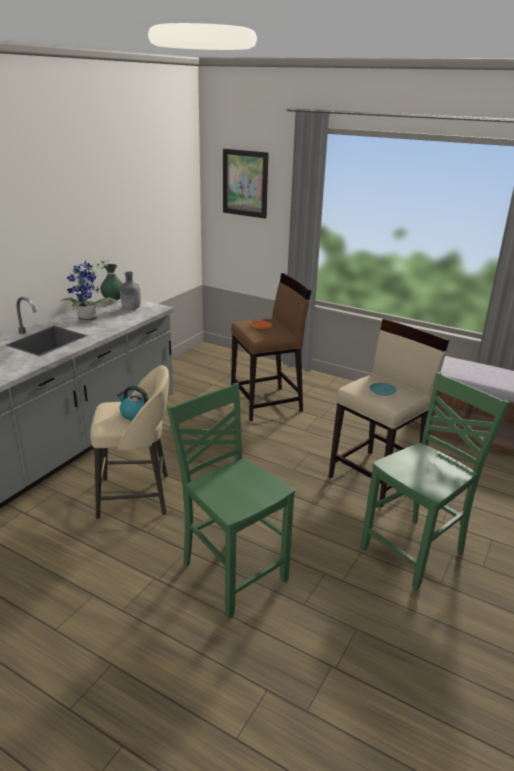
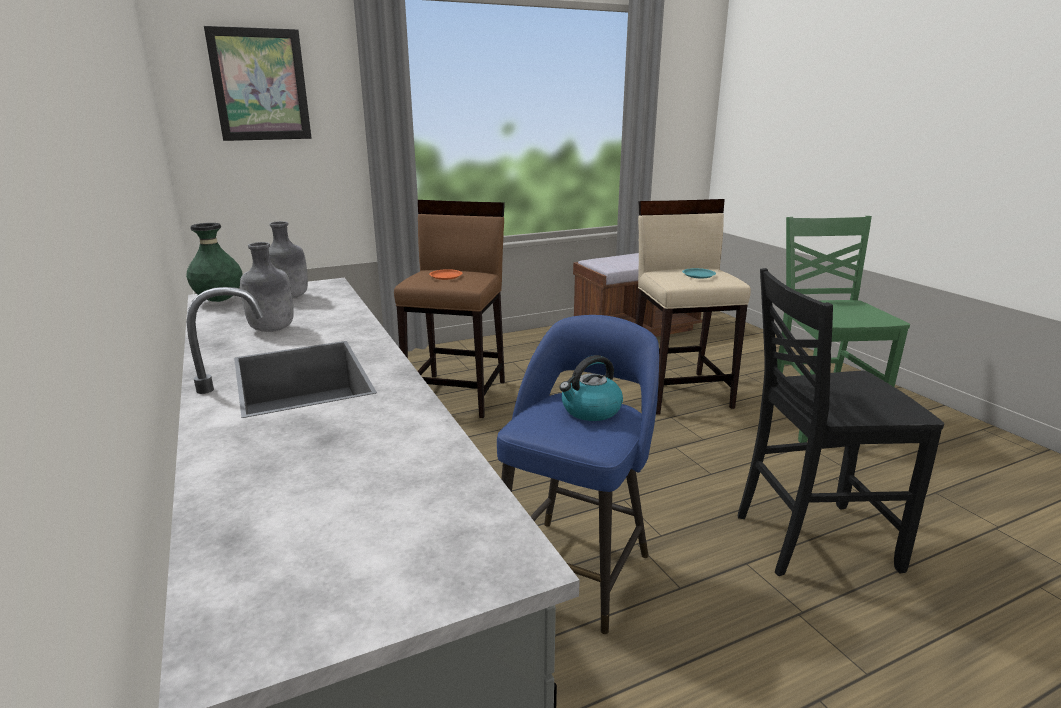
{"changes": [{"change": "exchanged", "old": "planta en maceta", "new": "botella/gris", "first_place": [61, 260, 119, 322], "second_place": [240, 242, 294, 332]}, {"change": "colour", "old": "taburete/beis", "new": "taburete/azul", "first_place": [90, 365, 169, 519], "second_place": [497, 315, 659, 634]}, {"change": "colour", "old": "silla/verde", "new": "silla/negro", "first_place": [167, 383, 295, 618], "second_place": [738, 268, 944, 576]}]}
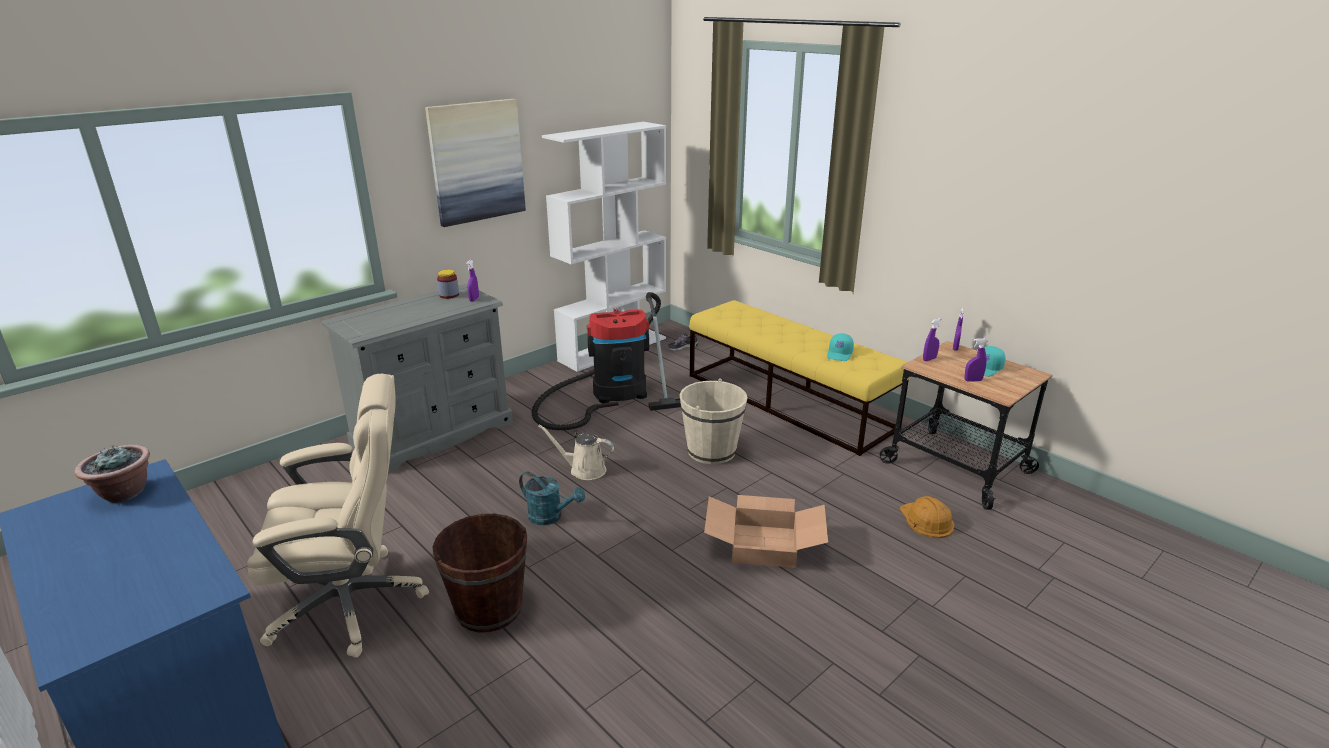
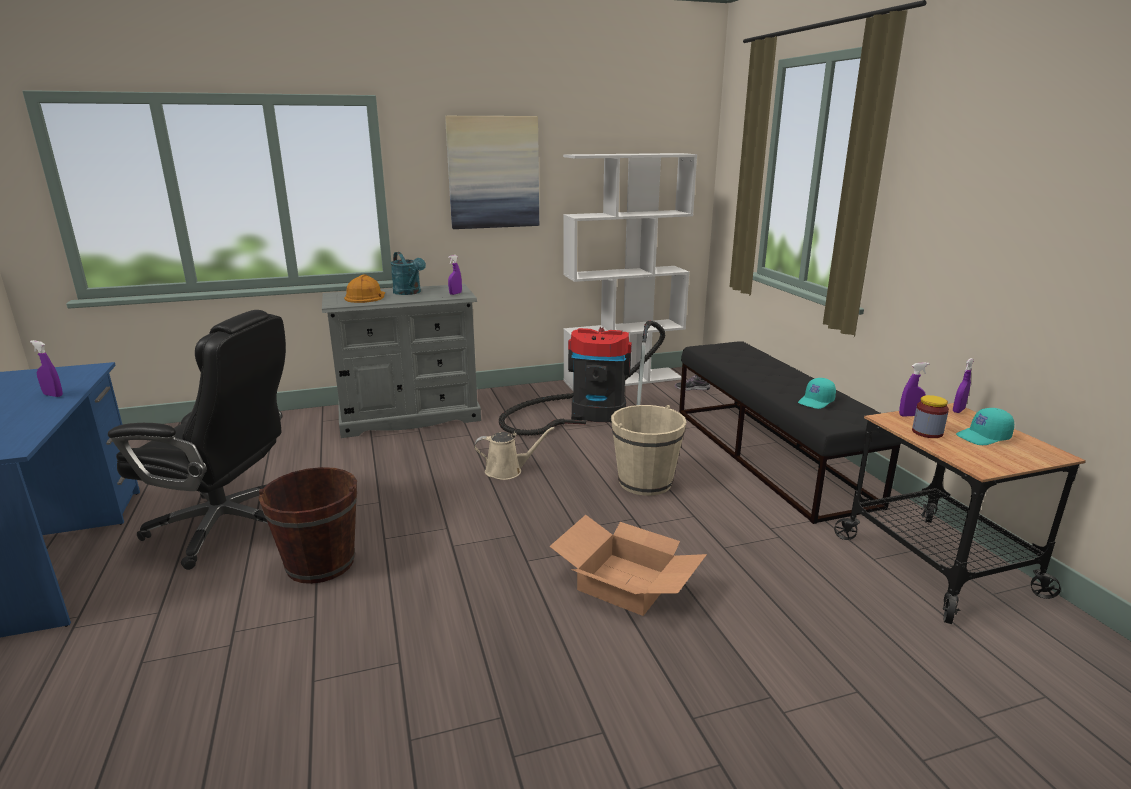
{"changes": [{"change": "missing", "old": "planta en maceta", "first_place": [74, 445, 150, 503]}, {"change": "colour", "old": "silla de oficina/beis", "new": "silla de oficina/negro", "first_place": [247, 374, 429, 658], "second_place": [108, 310, 286, 570]}, {"change": "relocated", "old": "tarro", "first_place": [437, 270, 459, 299], "second_place": [912, 395, 949, 438]}, {"change": "relocated", "old": "regadera/turquesa", "first_place": [519, 472, 585, 525], "second_place": [390, 252, 426, 295]}, {"change": "spun", "old": "regadera/beis", "first_place": [538, 425, 614, 480], "second_place": [474, 427, 555, 480], "degrees": 135}, {"change": "colour", "old": "banco/amarillo", "new": "banco/negro", "first_place": [689, 300, 910, 456], "second_place": [679, 341, 901, 524]}, {"change": "relocated", "old": "casco/naranja", "first_place": [900, 496, 954, 538], "second_place": [344, 274, 385, 303]}, {"change": "relocated", "old": "pulverizador/morado", "first_place": [964, 338, 987, 382], "second_place": [30, 340, 63, 397]}]}
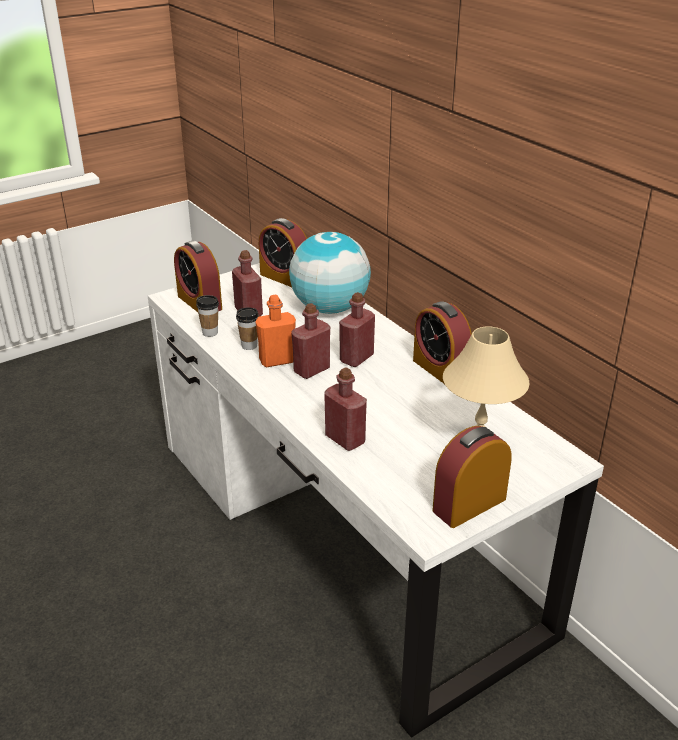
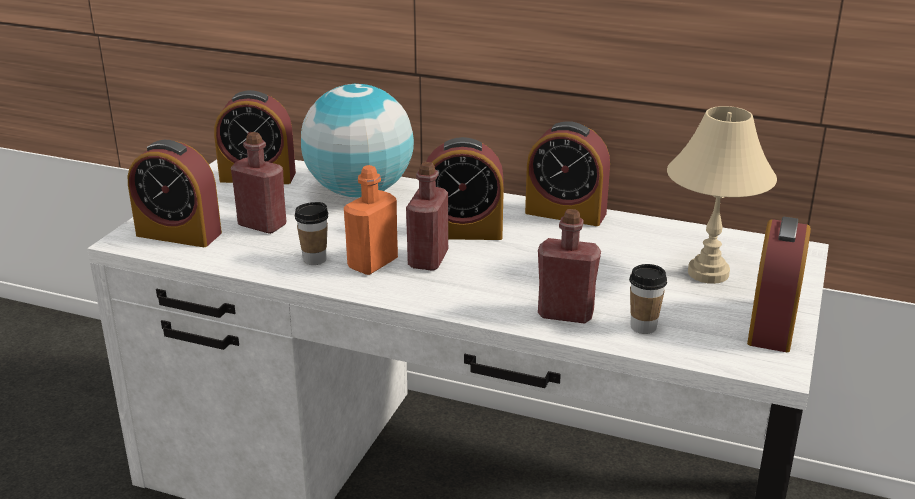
{"changes": [{"change": "relocated", "old": "taza", "first_place": [196, 295, 219, 337], "second_place": [629, 264, 667, 334]}, {"change": "exchanged", "old": "botella/rojo", "new": "despertador", "first_place": [339, 292, 375, 367], "second_place": [426, 137, 504, 240]}]}
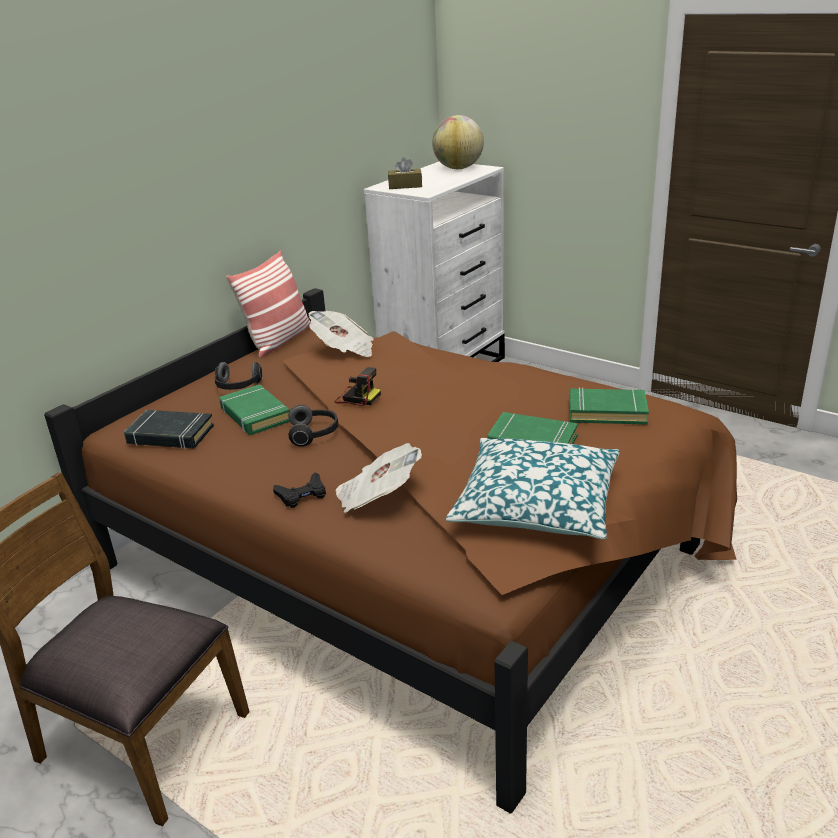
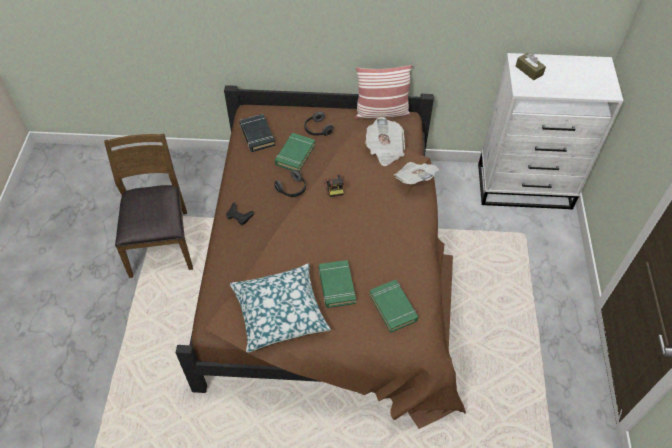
{"changes": [{"change": "relocated", "old": "periódico", "first_place": [336, 443, 422, 513], "second_place": [394, 162, 439, 184]}, {"change": "missing", "old": "globo terráqueo", "first_place": [432, 115, 484, 169]}]}
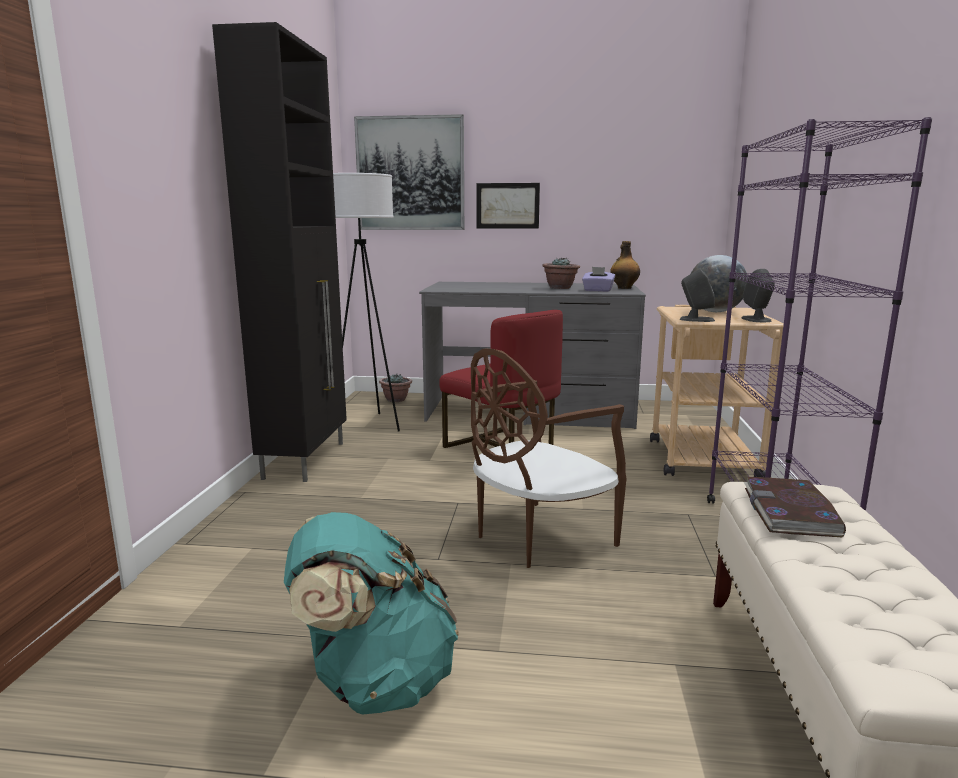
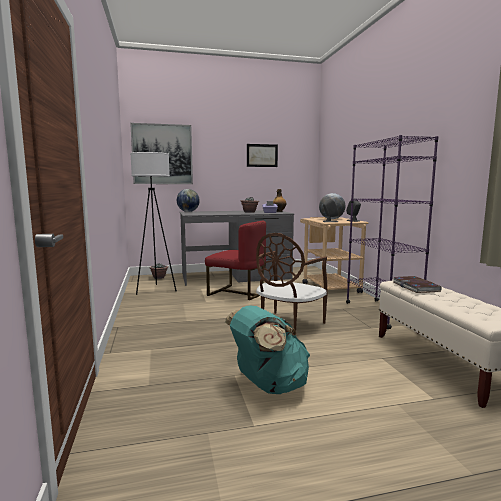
{"changes": [{"change": "missing", "old": "armario/negro", "first_place": [212, 22, 347, 482]}, {"change": "relocated", "old": "cuadro", "first_place": [477, 183, 540, 229], "second_place": [247, 144, 278, 167]}, {"change": "appeared", "new": "globo terráqueo", "second_place": [177, 189, 200, 212]}]}
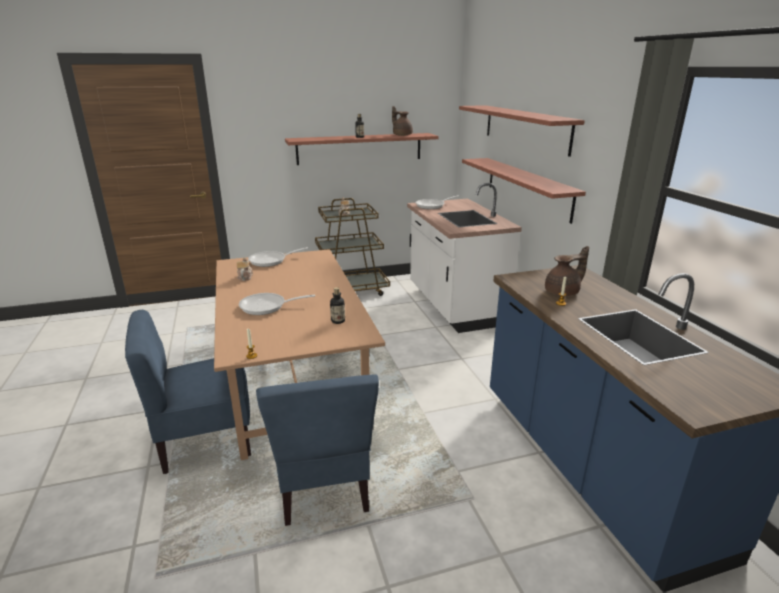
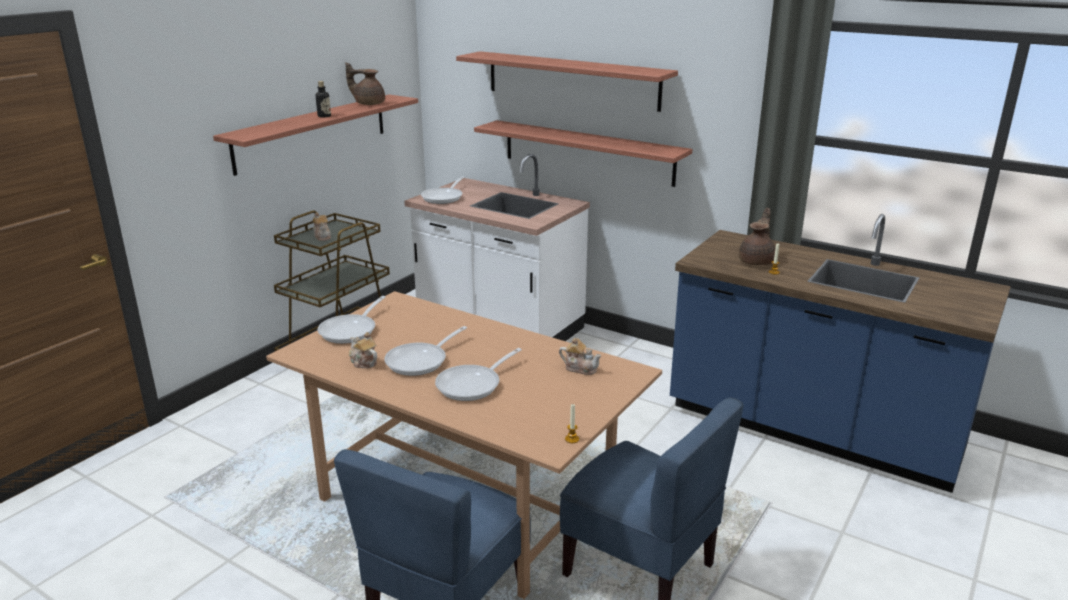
{"changes": [{"change": "exchanged", "old": "botella", "new": "tetera", "first_place": [330, 287, 345, 324], "second_place": [559, 337, 601, 375]}, {"change": "appeared", "new": "sartén", "second_place": [384, 326, 467, 376]}]}
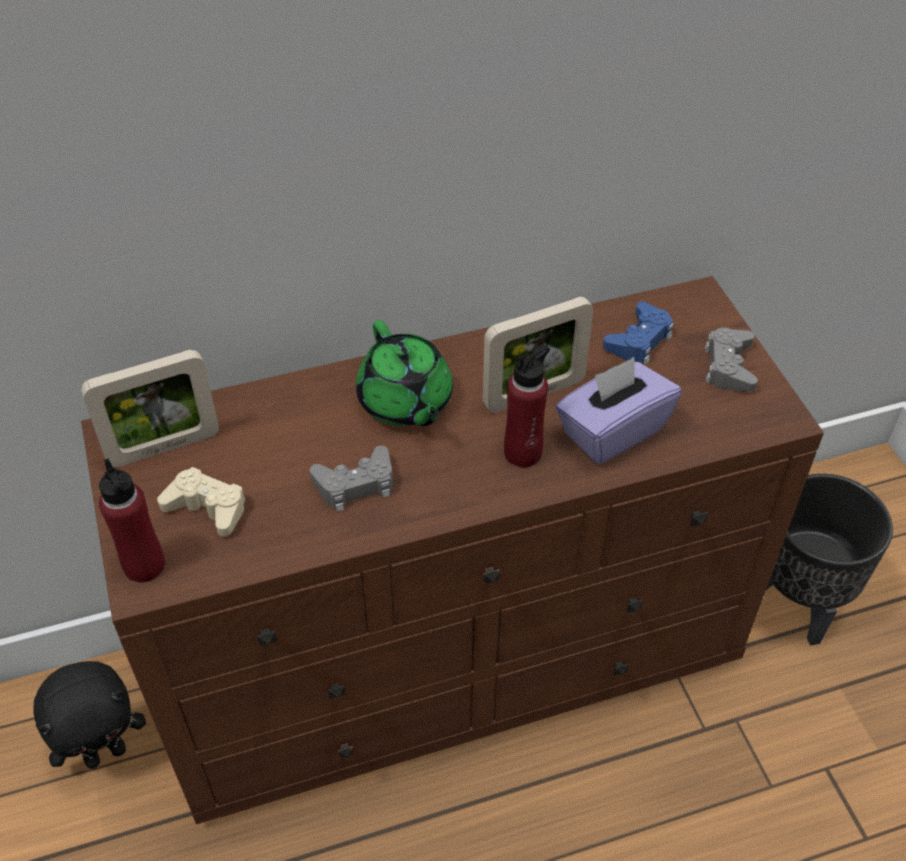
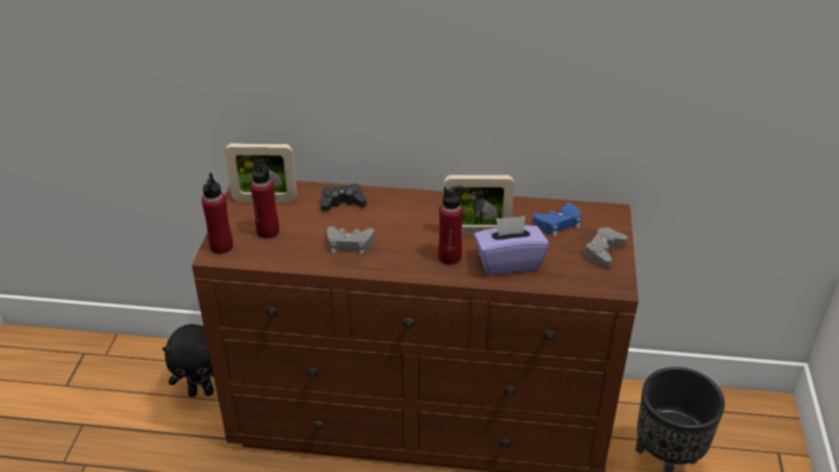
{"changes": [{"change": "exchanged", "old": "mando de consola/beis", "new": "botella/rojo", "first_place": [157, 467, 245, 537], "second_place": [250, 160, 279, 239]}, {"change": "missing", "old": "tetera/verde", "first_place": [356, 320, 453, 426]}, {"change": "appeared", "new": "mando de consola/negro", "second_place": [321, 183, 367, 212]}]}
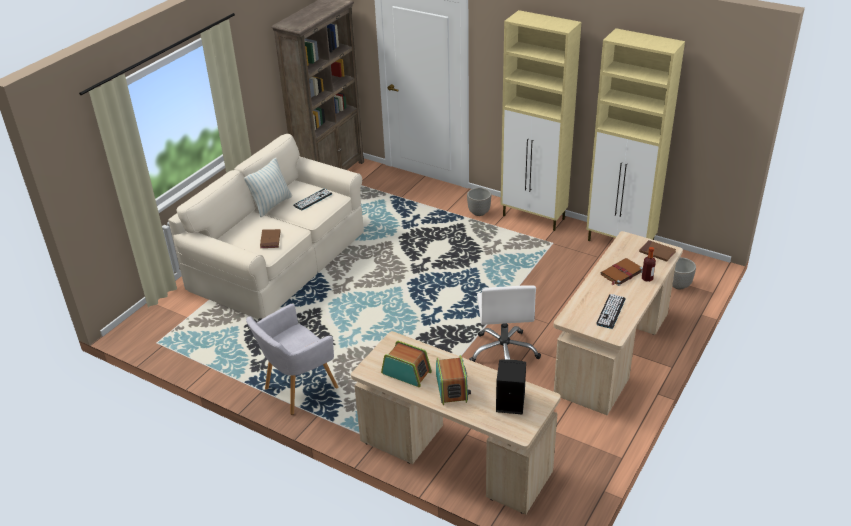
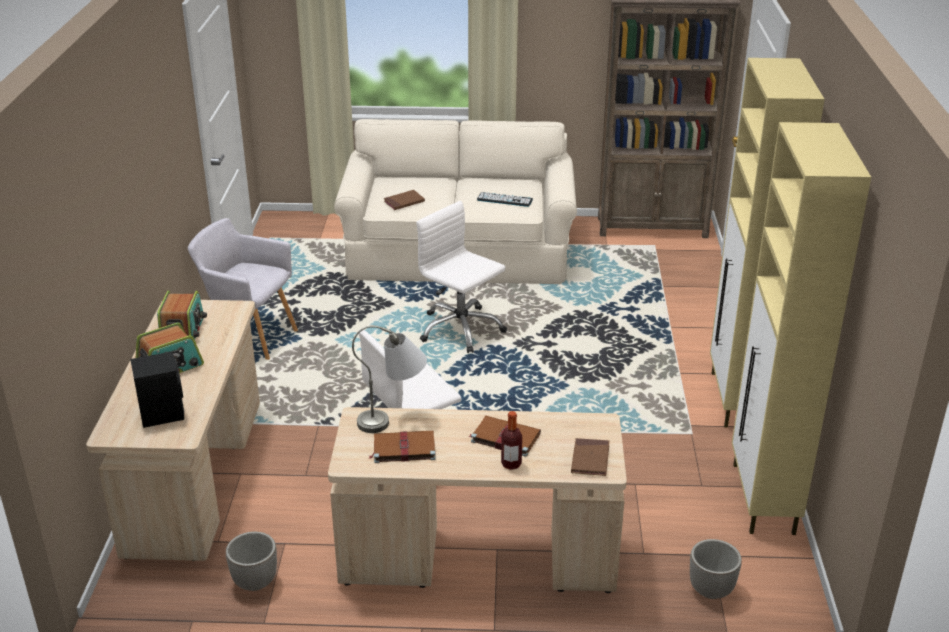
{"changes": [{"change": "missing", "old": "cojín", "first_place": [244, 158, 292, 217]}, {"change": "relocated", "old": "maceta", "first_place": [467, 188, 491, 216], "second_place": [226, 532, 277, 591]}, {"change": "exchanged", "old": "teclado", "new": "libro/marrón", "first_place": [596, 294, 626, 329], "second_place": [368, 431, 436, 463]}, {"change": "appeared", "new": "lámpara de mesa/gris", "second_place": [352, 326, 427, 433]}, {"change": "appeared", "new": "silla de oficina/blanco", "second_place": [416, 201, 507, 353]}]}
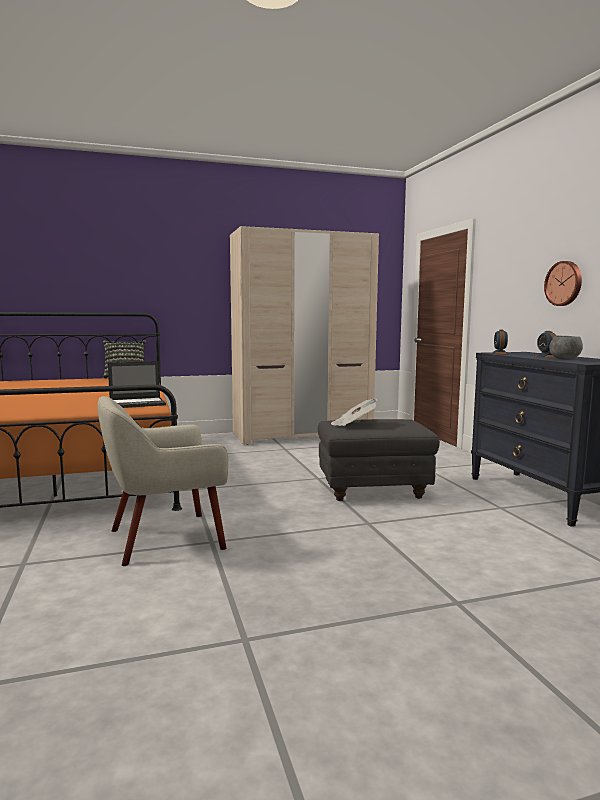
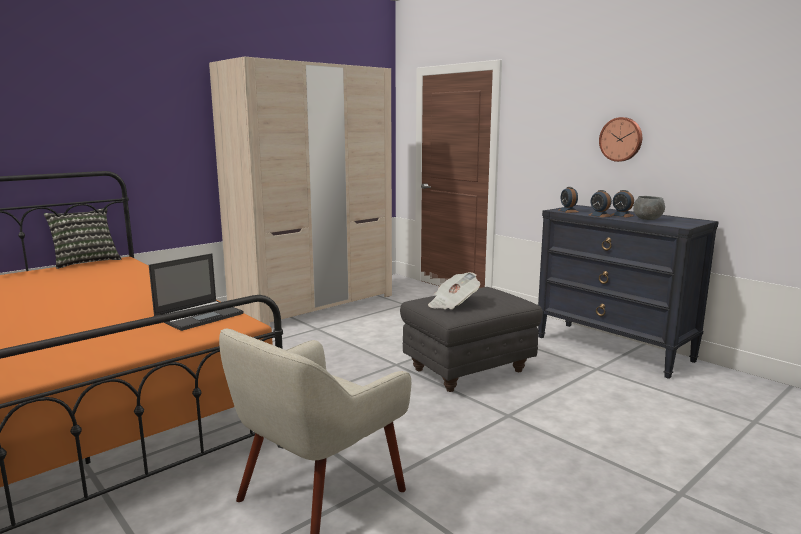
{"changes": [{"change": "appeared", "new": "despertador", "second_place": [589, 190, 612, 218]}]}
